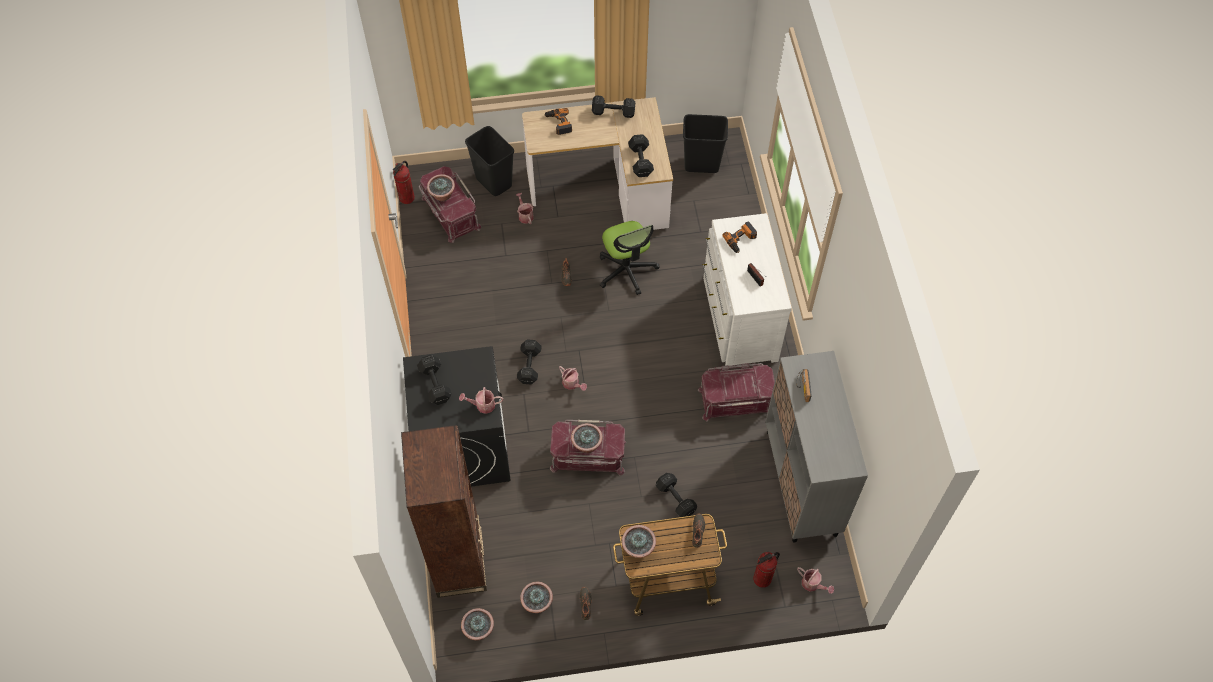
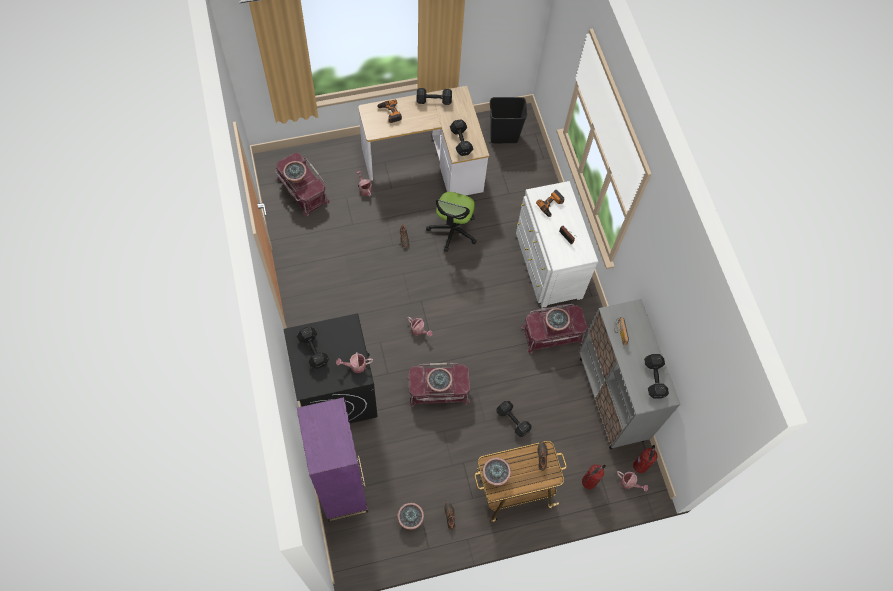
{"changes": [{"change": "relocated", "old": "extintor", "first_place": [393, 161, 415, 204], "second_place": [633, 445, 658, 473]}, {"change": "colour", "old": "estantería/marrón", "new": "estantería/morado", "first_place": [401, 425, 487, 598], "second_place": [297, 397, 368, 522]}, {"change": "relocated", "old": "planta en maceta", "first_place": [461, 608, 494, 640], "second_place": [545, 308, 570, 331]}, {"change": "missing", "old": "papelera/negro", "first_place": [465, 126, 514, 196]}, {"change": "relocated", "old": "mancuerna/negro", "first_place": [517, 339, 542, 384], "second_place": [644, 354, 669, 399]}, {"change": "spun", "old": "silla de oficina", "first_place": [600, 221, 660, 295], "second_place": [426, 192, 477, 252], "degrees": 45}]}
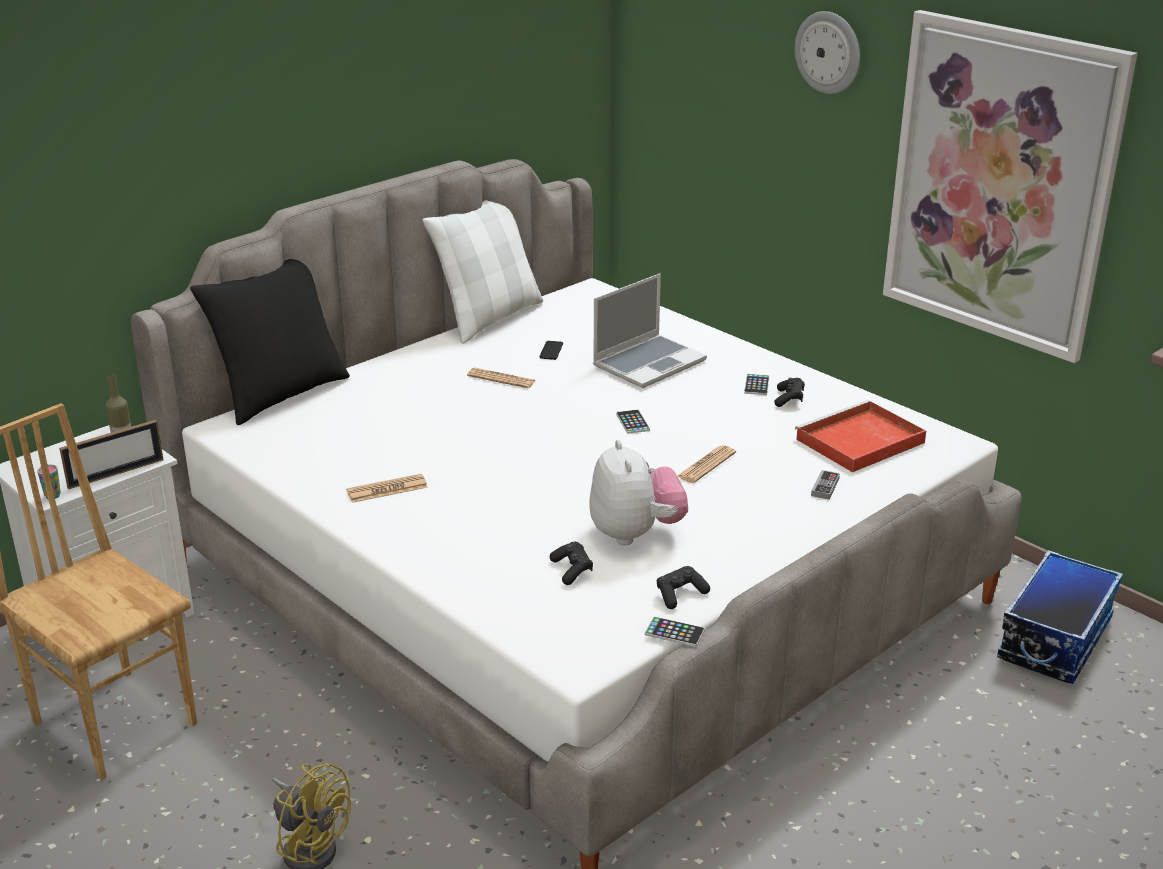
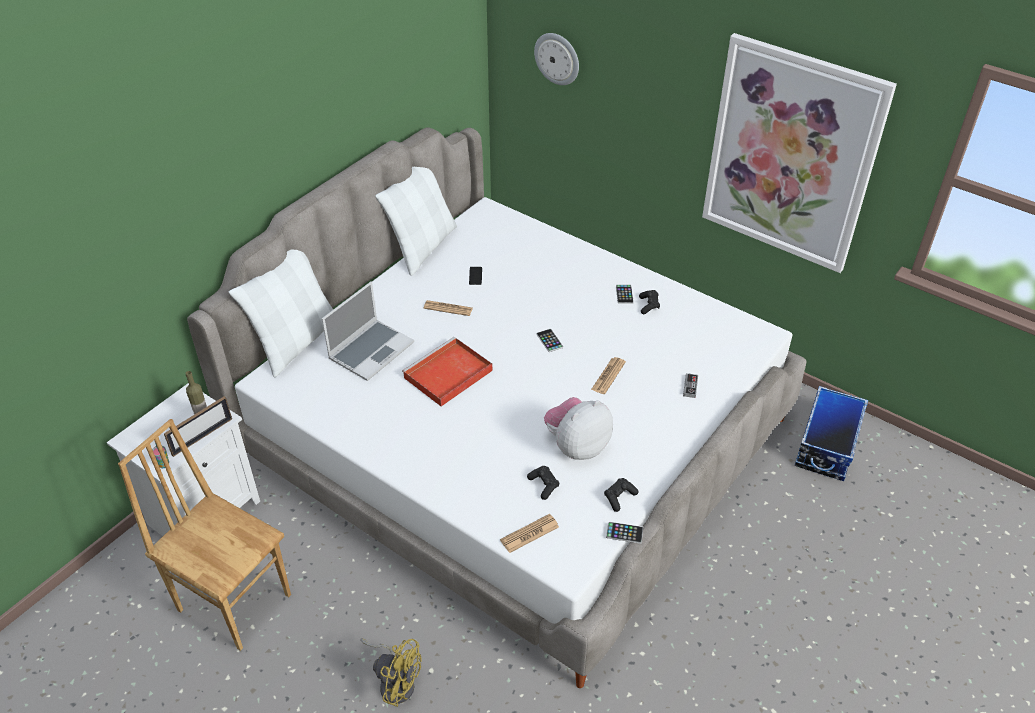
{"changes": [{"change": "colour", "old": "cojín/negro", "new": "cojín/blanco", "first_place": [190, 259, 350, 425], "second_place": [229, 250, 333, 377]}, {"change": "relocated", "old": "periódico", "first_place": [346, 474, 428, 503], "second_place": [500, 514, 559, 553]}, {"change": "spun", "old": "peluche", "first_place": [589, 440, 688, 545], "second_place": [544, 397, 613, 460], "degrees": -105}, {"change": "relocated", "old": "portátil", "first_place": [593, 273, 707, 388], "second_place": [322, 281, 414, 381]}, {"change": "relocated", "old": "reloj de pared", "first_place": [795, 11, 860, 94], "second_place": [534, 33, 579, 85]}, {"change": "relocated", "old": "bandeja/rojo", "first_place": [795, 400, 926, 472], "second_place": [402, 337, 493, 406]}]}
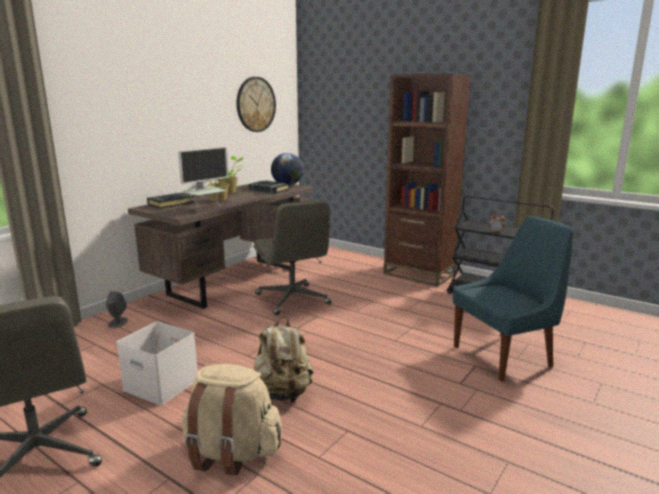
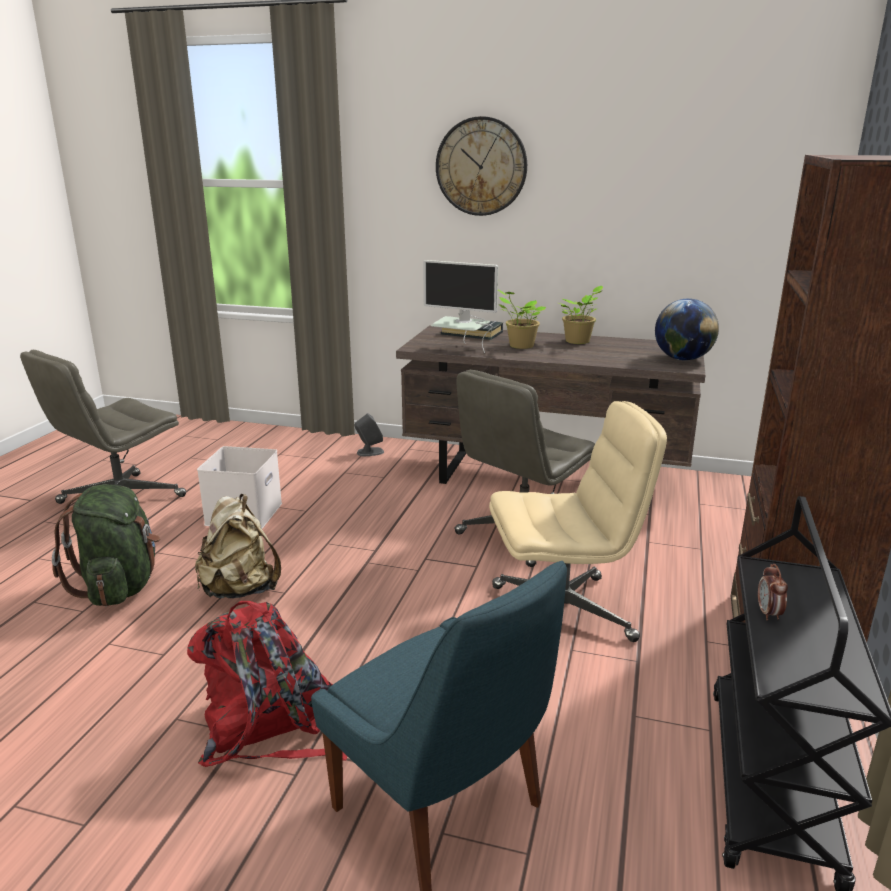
{"changes": [{"change": "colour", "old": "mochila/beis", "new": "mochila/verde", "first_place": [182, 364, 282, 475], "second_place": [52, 484, 160, 606]}, {"change": "relocated", "old": "reloj de pared", "first_place": [237, 77, 276, 132], "second_place": [436, 116, 527, 216]}, {"change": "missing", "old": "libro/negro", "first_place": [249, 181, 289, 194]}, {"change": "appeared", "new": "mochila/rojo", "second_place": [187, 601, 347, 767]}, {"change": "appeared", "new": "silla de oficina/beis", "second_place": [489, 401, 667, 642]}]}
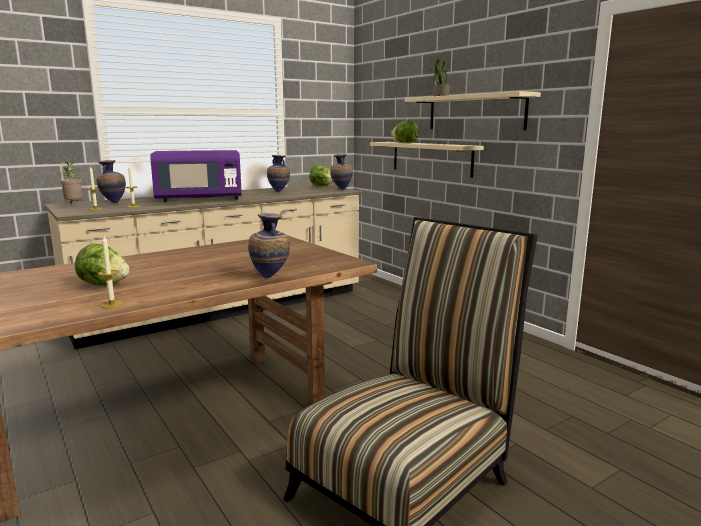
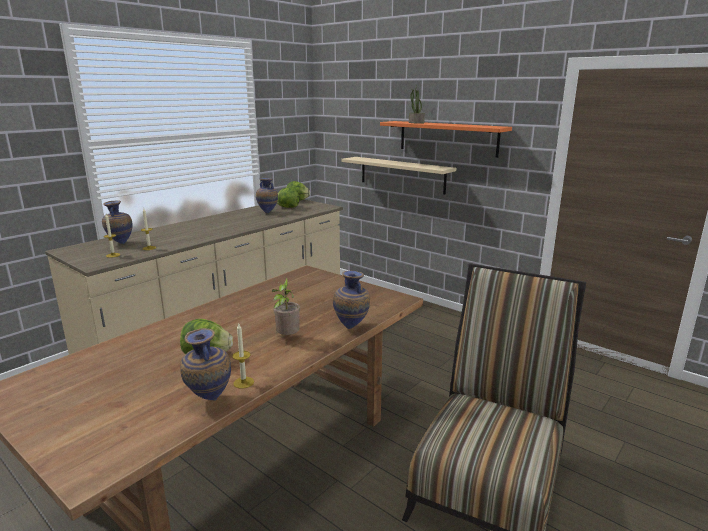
{"changes": [{"change": "relocated", "old": "planta en maceta", "first_place": [60, 161, 82, 204], "second_place": [272, 278, 300, 335]}, {"change": "missing", "old": "microondas/morado", "first_place": [150, 150, 242, 202]}, {"change": "relocated", "old": "florero", "first_place": [330, 154, 353, 190], "second_place": [180, 328, 231, 401]}, {"change": "relocated", "old": "lechuga", "first_place": [391, 120, 419, 143], "second_place": [277, 187, 300, 208]}, {"change": "colour", "old": "estante/beis", "new": "estante/naranja", "first_place": [404, 91, 541, 130], "second_place": [380, 121, 512, 158]}]}
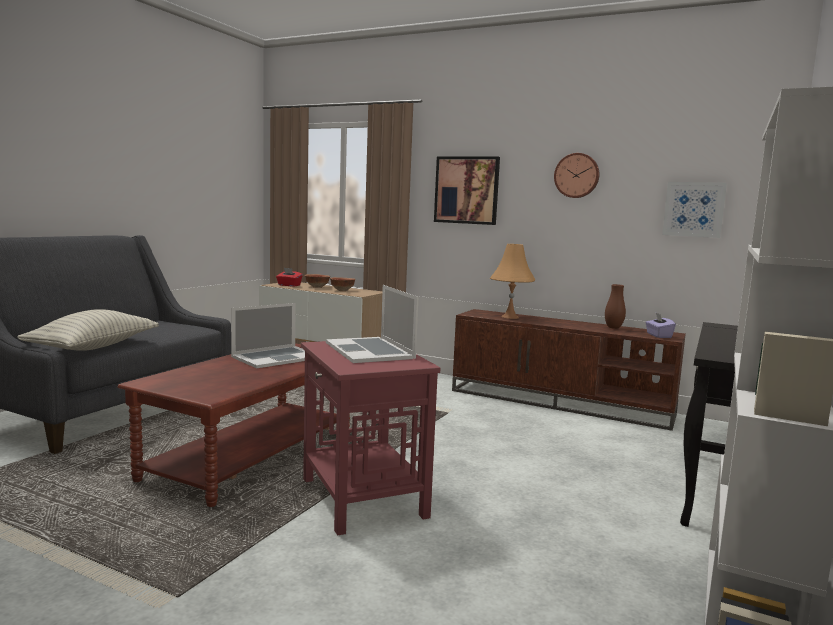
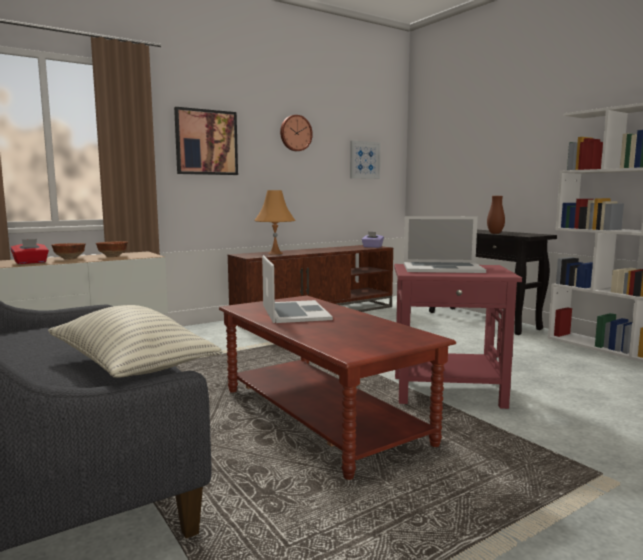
{"changes": [{"change": "relocated", "old": "florero/marrón", "first_place": [605, 284, 626, 329], "second_place": [487, 196, 505, 234]}]}
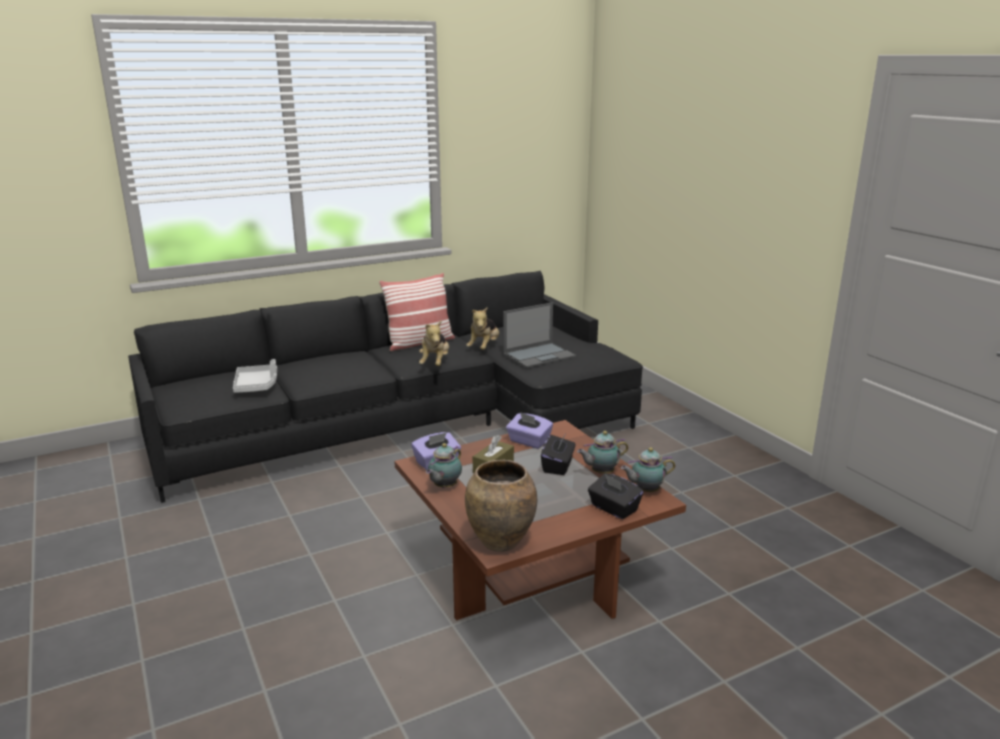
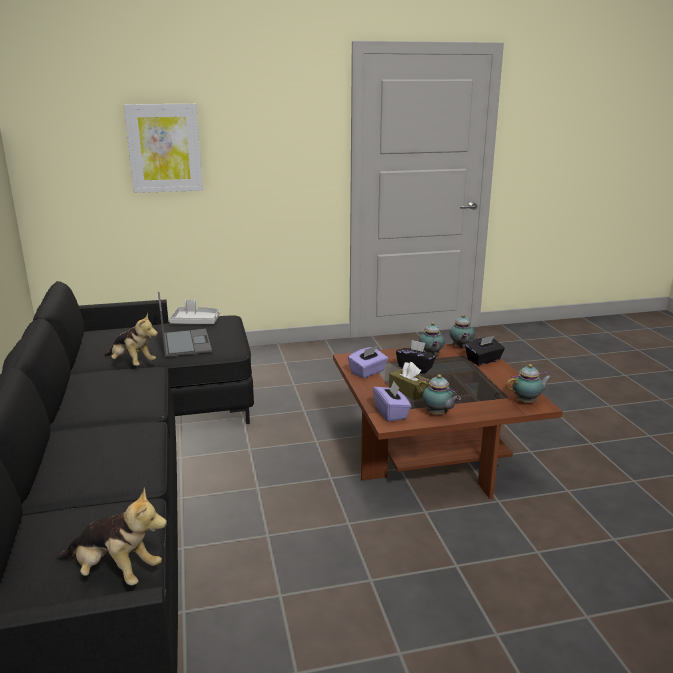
{"changes": [{"change": "relocated", "old": "bandeja/gris", "first_place": [233, 359, 277, 393], "second_place": [169, 299, 220, 324]}, {"change": "missing", "old": "cojín", "first_place": [379, 273, 455, 351]}, {"change": "relocated", "old": "peluche", "first_place": [419, 321, 449, 366], "second_place": [57, 488, 167, 585]}, {"change": "exchanged", "old": "florero/marrón", "new": "tetera", "first_place": [465, 460, 537, 552], "second_place": [506, 364, 552, 403]}, {"change": "appeared", "new": "cuadro", "second_place": [124, 104, 203, 193]}]}
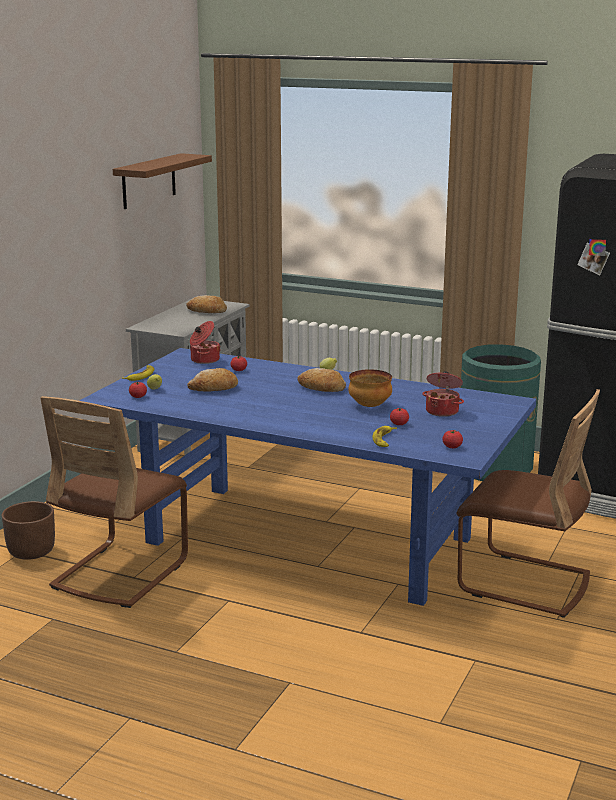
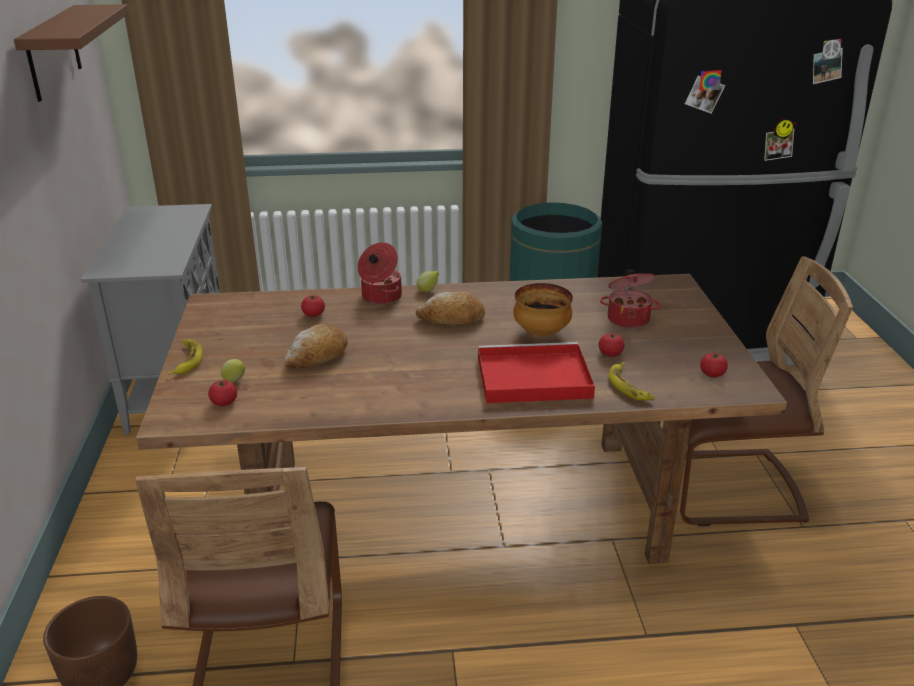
{"changes": [{"change": "colour", "old": "mesa de comedor/azul", "new": "mesa de comedor/marrón", "first_place": [79, 348, 536, 606], "second_place": [136, 274, 787, 564]}, {"change": "missing", "old": "pan", "first_place": [186, 295, 227, 313]}, {"change": "relocated", "old": "olla", "first_place": [190, 321, 221, 364], "second_place": [357, 242, 402, 305]}, {"change": "appeared", "new": "bandeja/rojo", "second_place": [478, 342, 595, 403]}]}
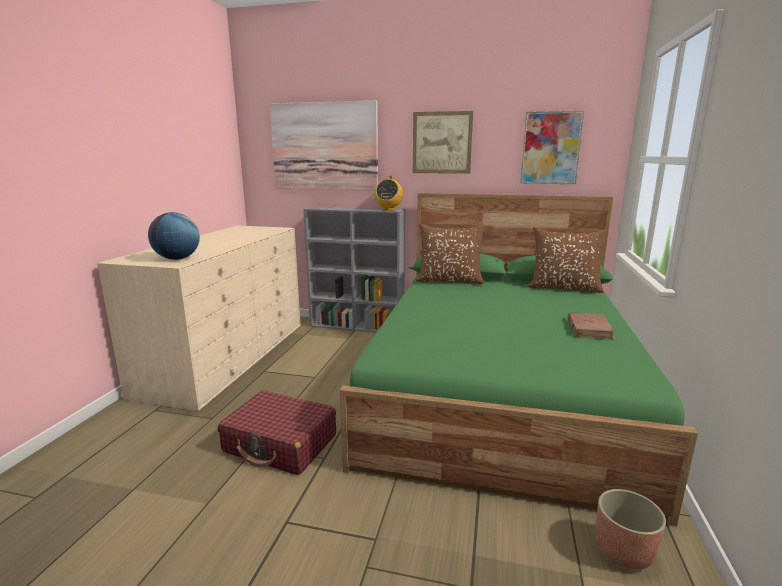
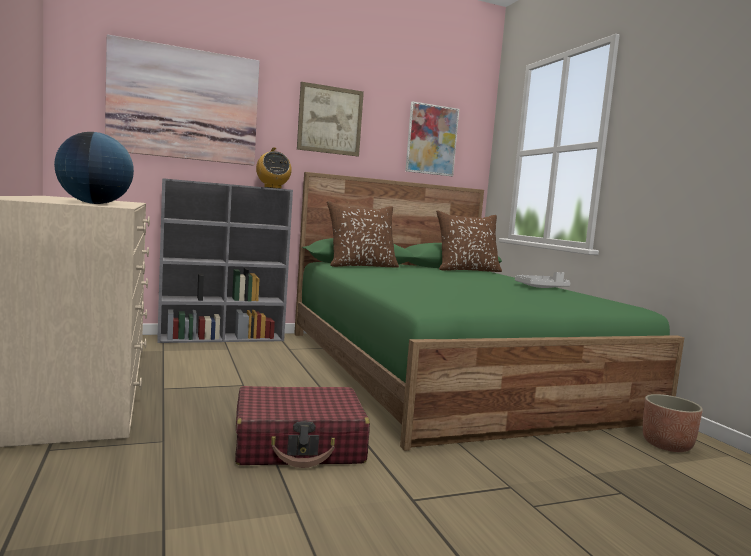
{"changes": [{"change": "exchanged", "old": "libro/marrón", "new": "bandeja/gris", "first_place": [568, 312, 615, 340], "second_place": [515, 272, 571, 288]}]}
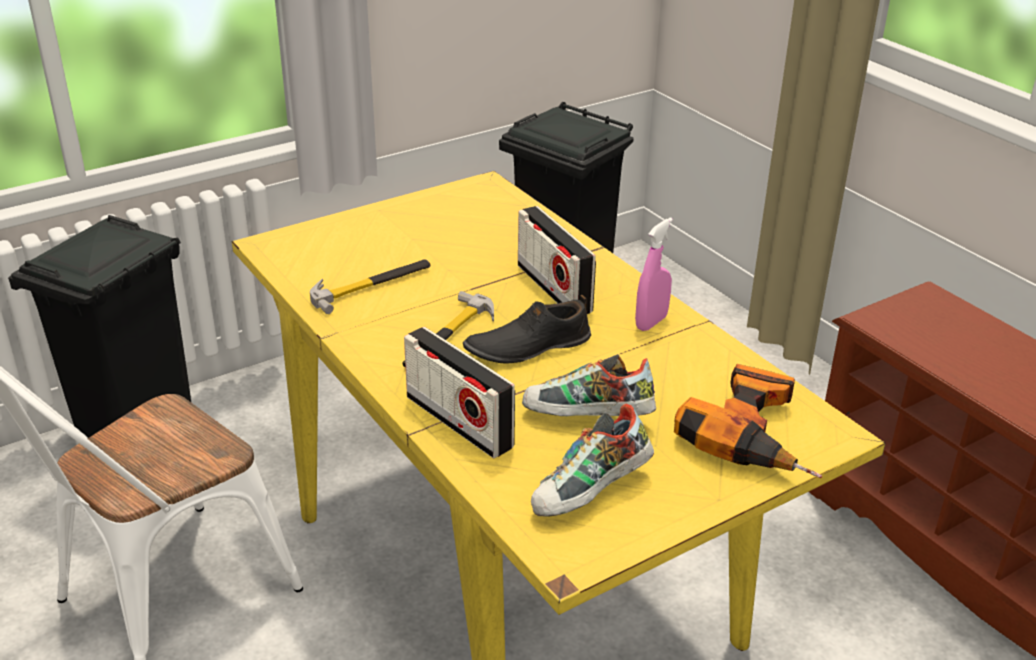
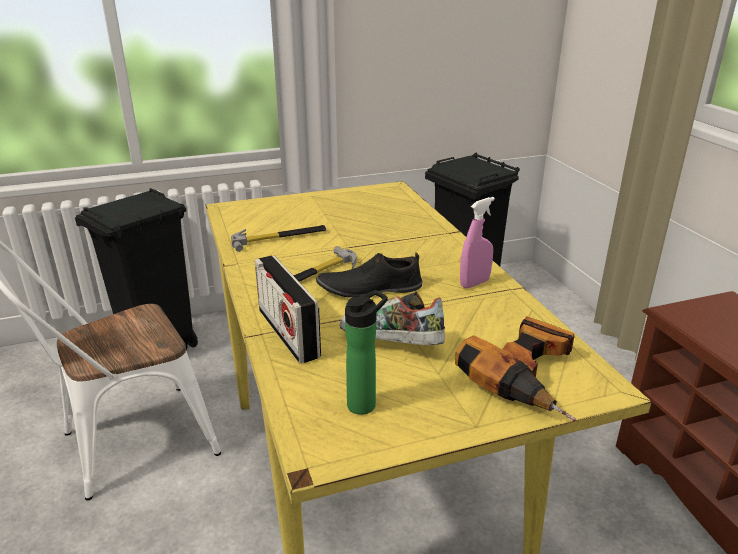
{"changes": [{"change": "missing", "old": "radio", "first_place": [518, 206, 596, 314]}, {"change": "exchanged", "old": "zapato", "new": "botella", "first_place": [531, 403, 654, 517], "second_place": [345, 290, 388, 415]}]}
